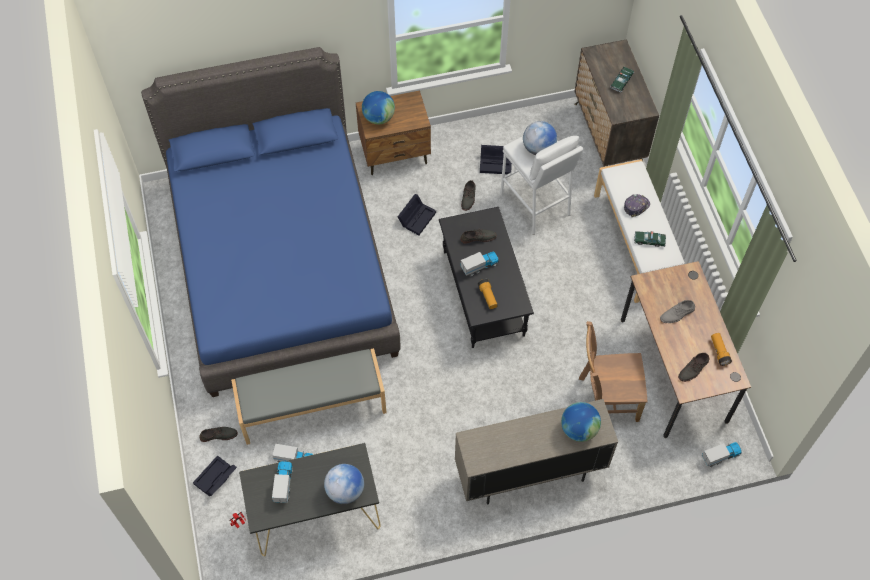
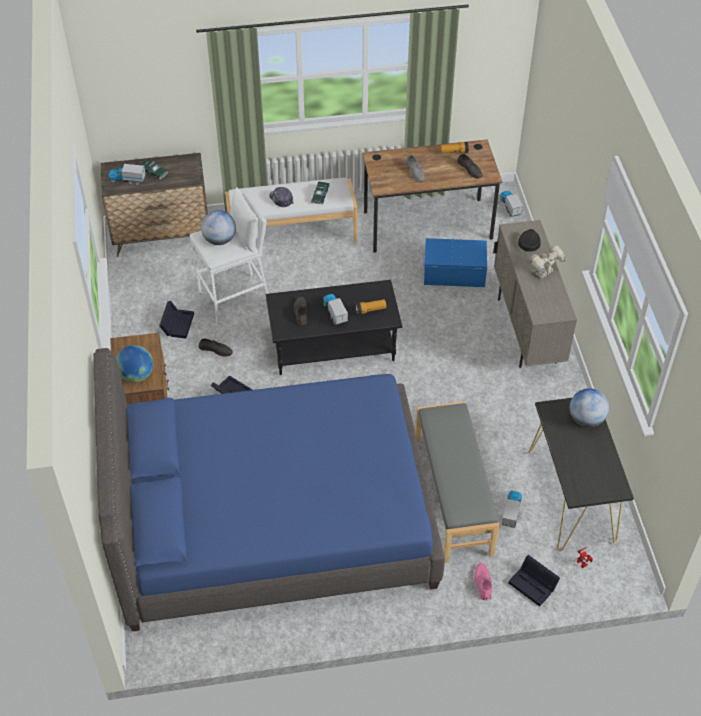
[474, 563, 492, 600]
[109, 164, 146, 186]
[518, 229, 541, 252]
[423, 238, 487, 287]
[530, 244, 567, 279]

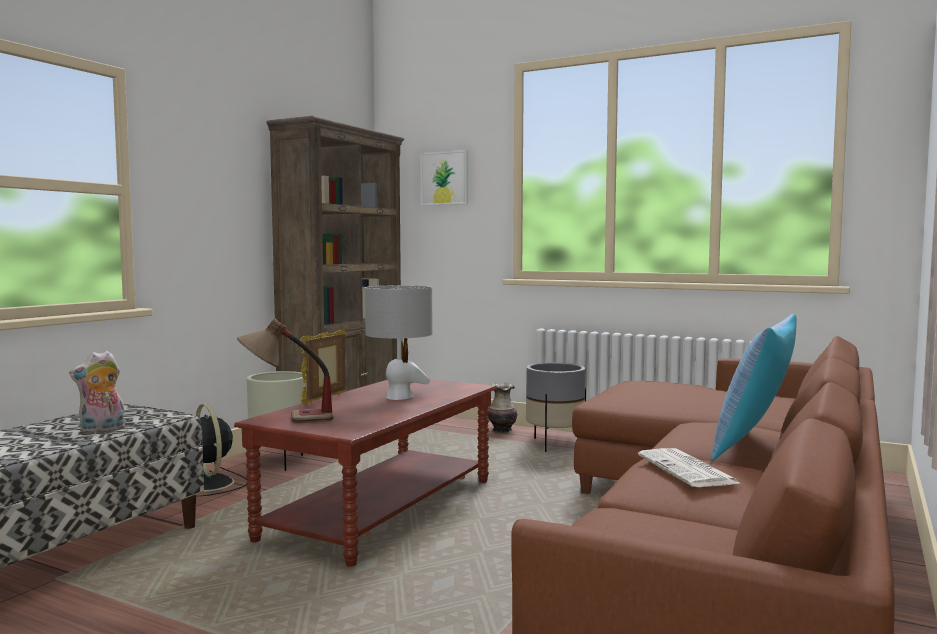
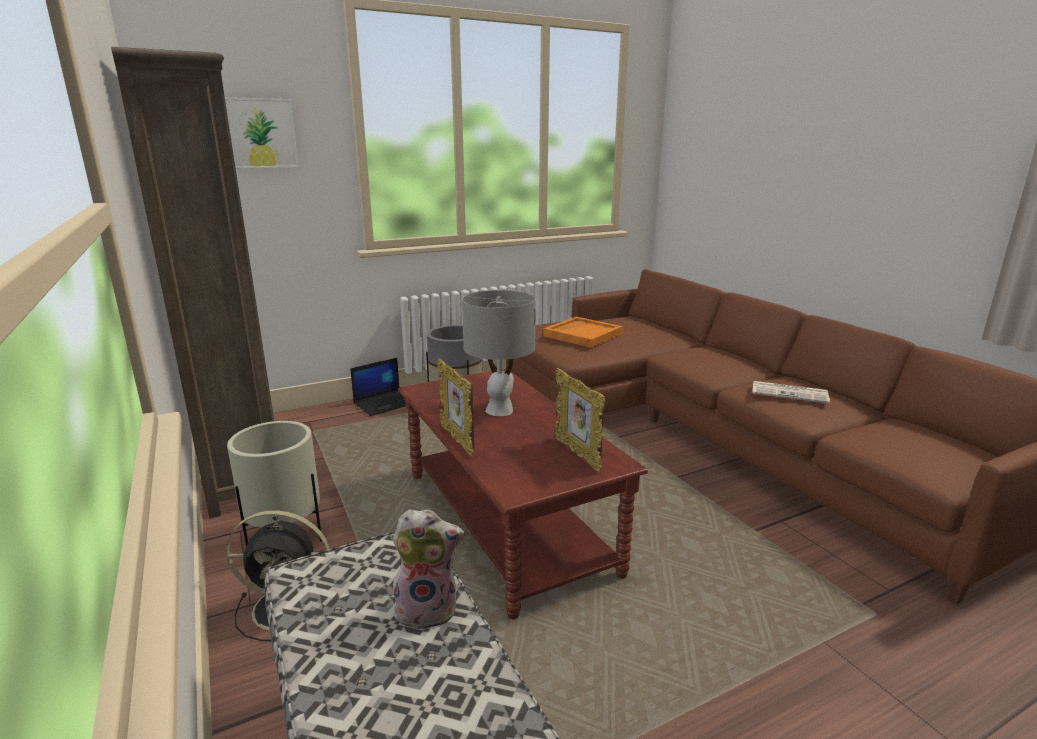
[393, 509, 465, 630]
[237, 319, 333, 423] (first image)
[350, 358, 406, 416]
[711, 314, 797, 461] (first image)
[543, 317, 623, 348]
[554, 368, 605, 472]

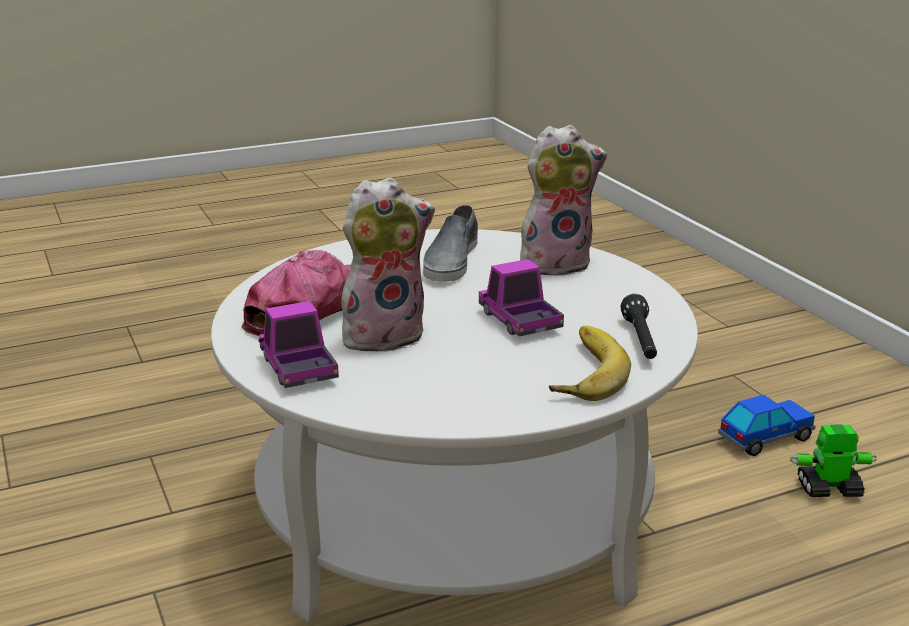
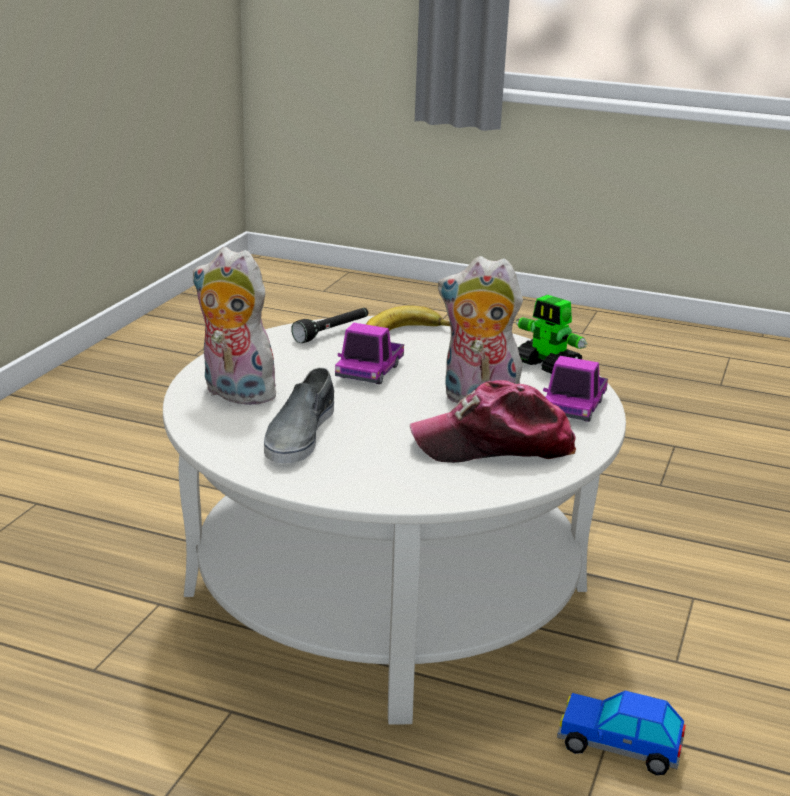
[264, 368, 334, 464]
[557, 691, 686, 775]
[516, 295, 587, 374]

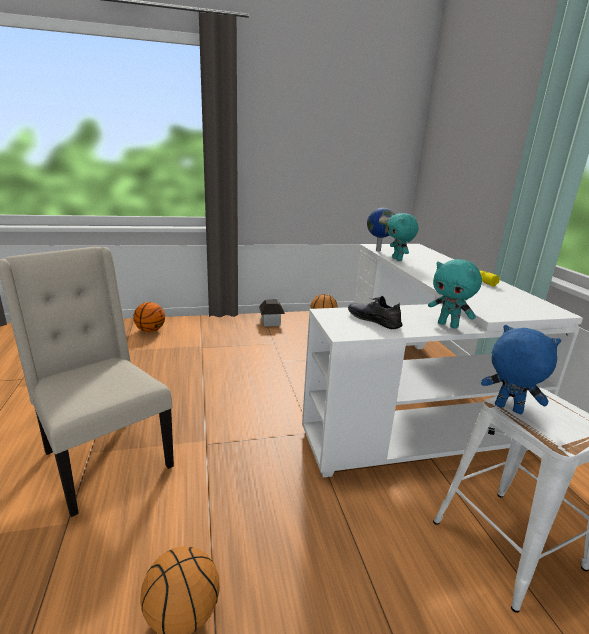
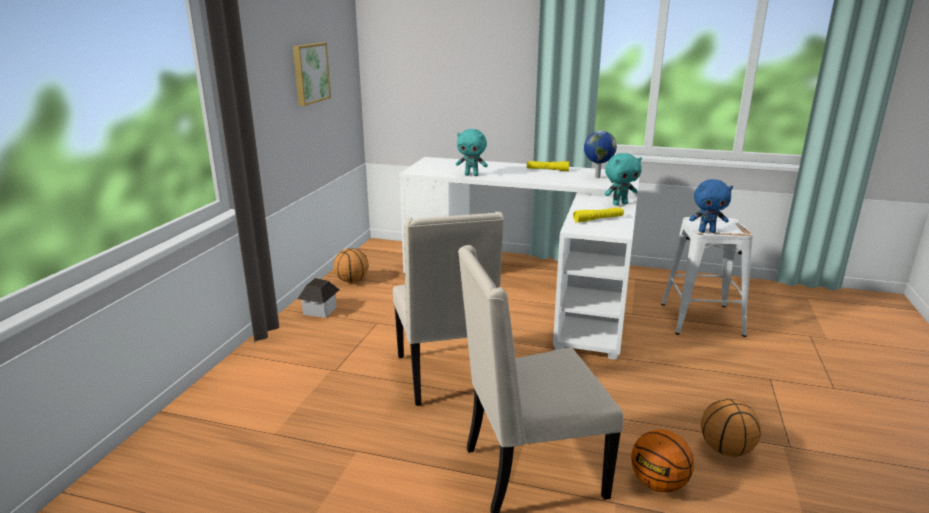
[631, 429, 694, 492]
[573, 207, 624, 223]
[584, 131, 617, 178]
[689, 179, 733, 233]
[293, 43, 331, 106]
[393, 212, 504, 406]

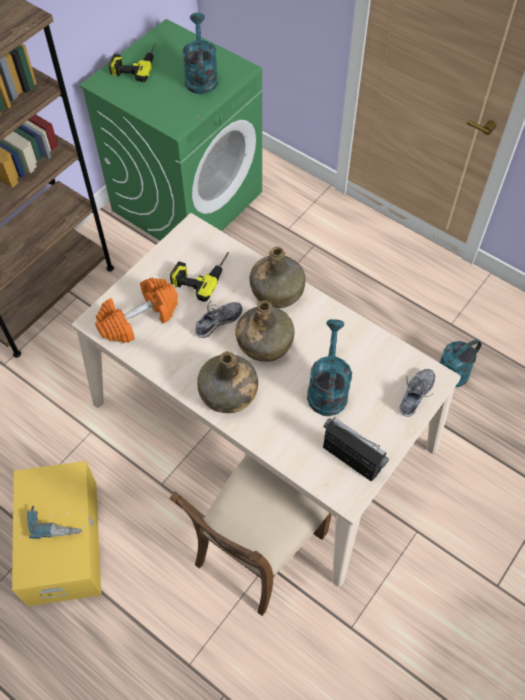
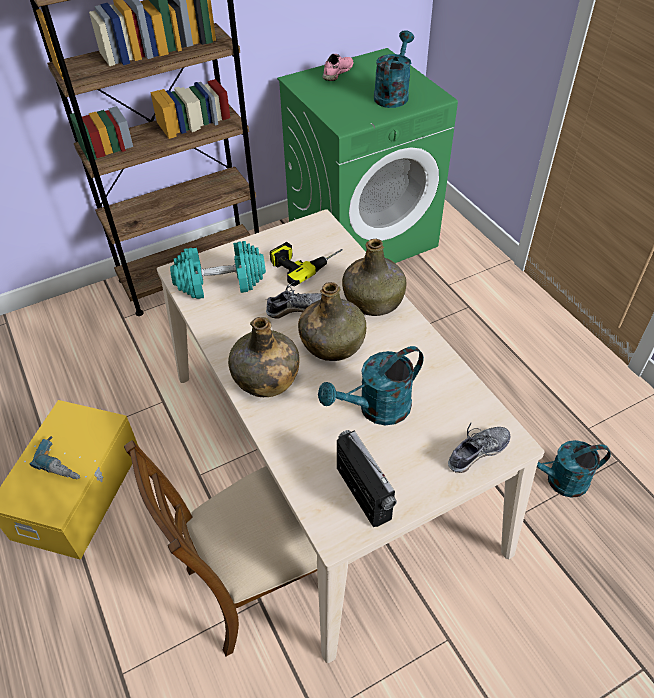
[170, 241, 266, 299]
[322, 54, 353, 81]
[318, 346, 424, 425]

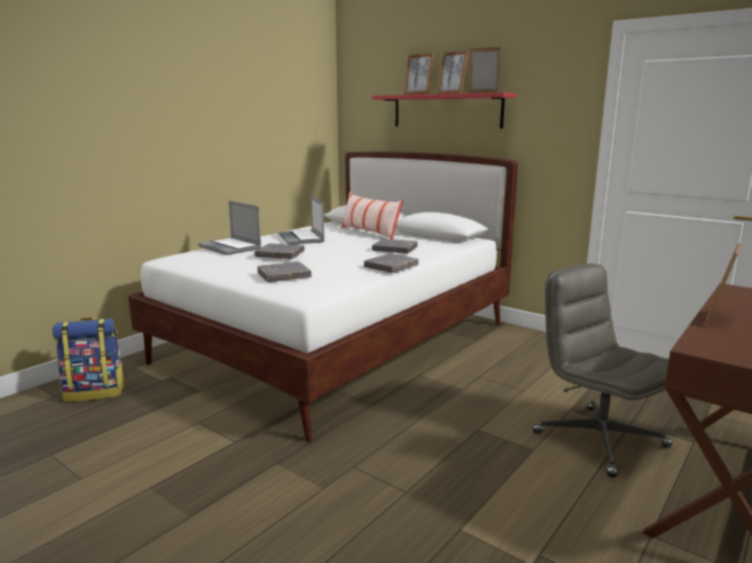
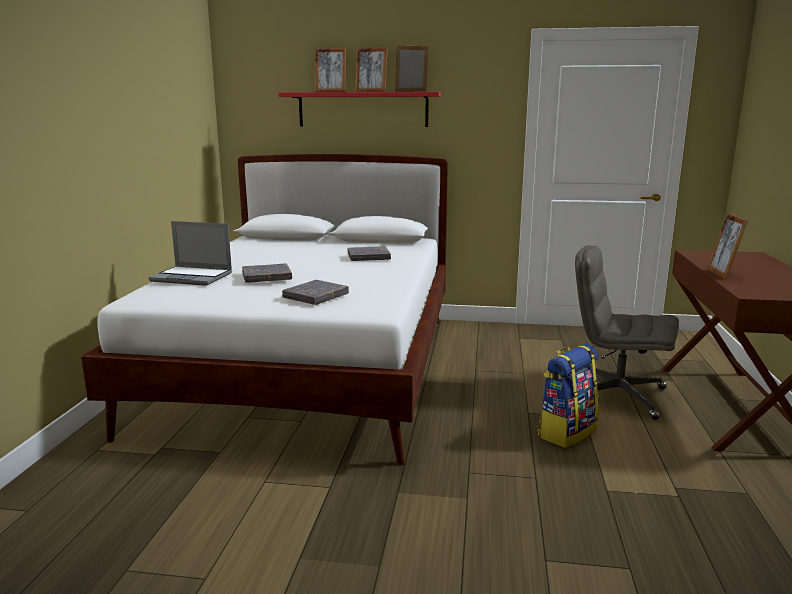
[537, 344, 599, 448]
[278, 196, 325, 245] (first image)
[340, 192, 403, 239] (first image)
[364, 253, 419, 273] (first image)

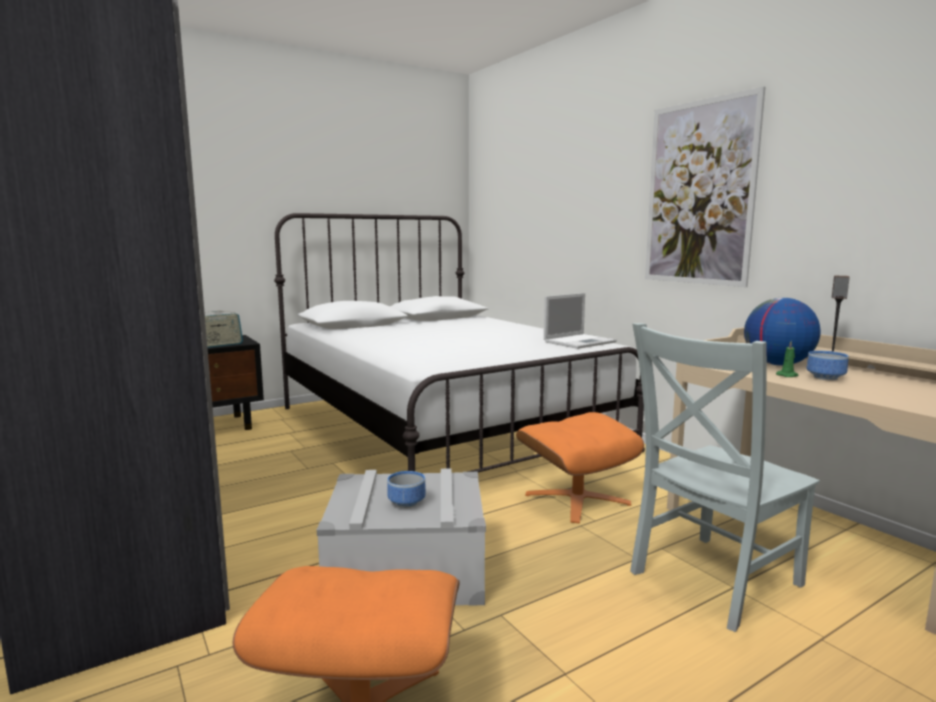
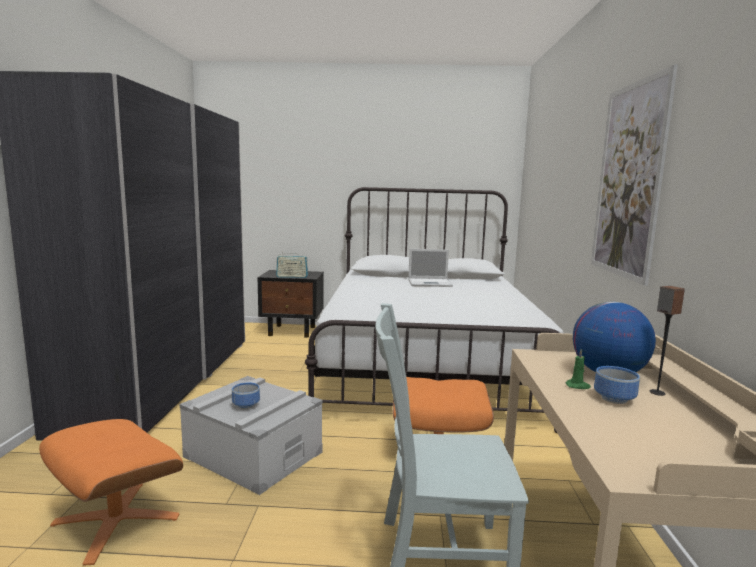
[408, 249, 453, 287]

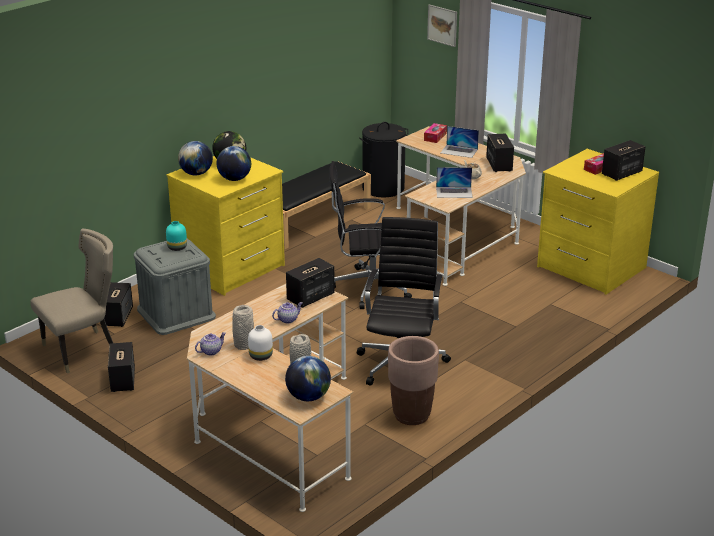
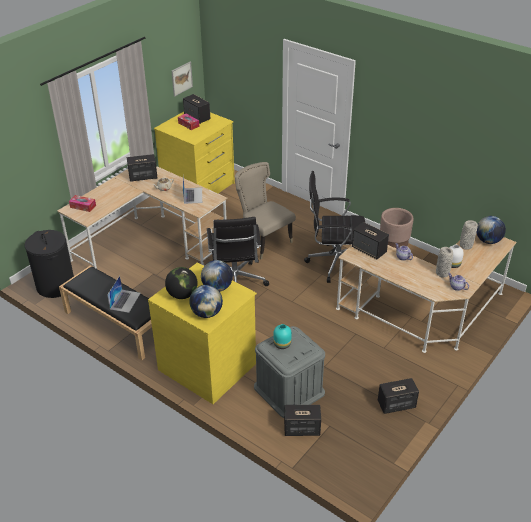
[235, 162, 296, 259]
[172, 62, 193, 97]
[107, 276, 140, 313]

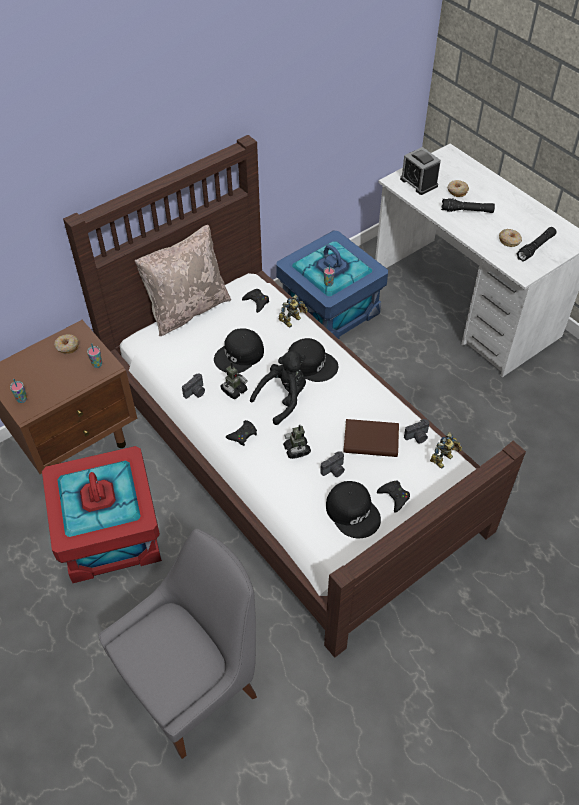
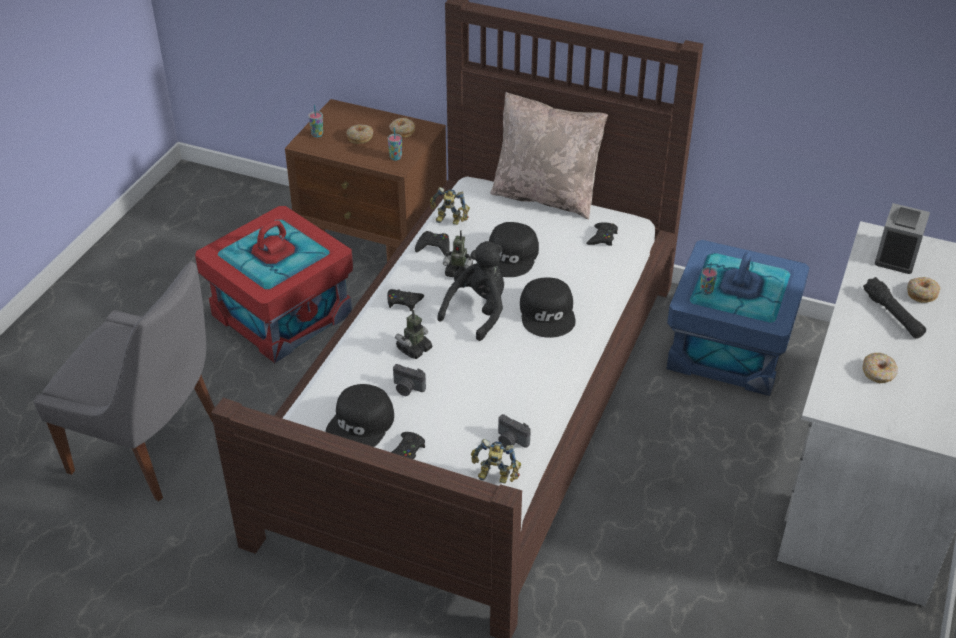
[415, 231, 450, 256]
[489, 222, 539, 277]
[438, 241, 504, 341]
[430, 187, 470, 225]
[343, 419, 399, 457] (first image)
[516, 227, 556, 262] (first image)
[346, 124, 373, 144]

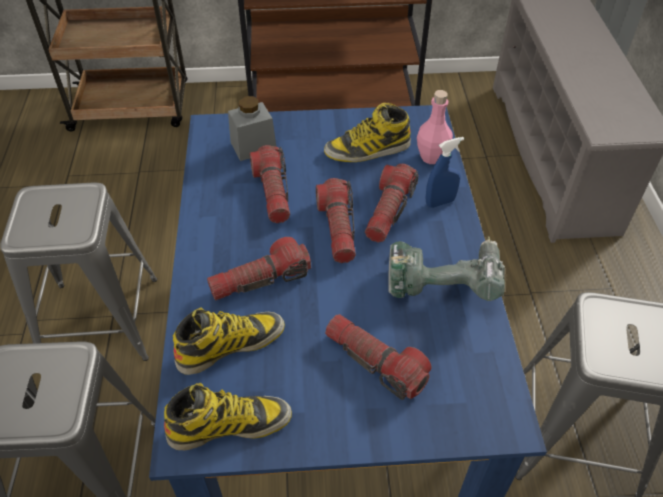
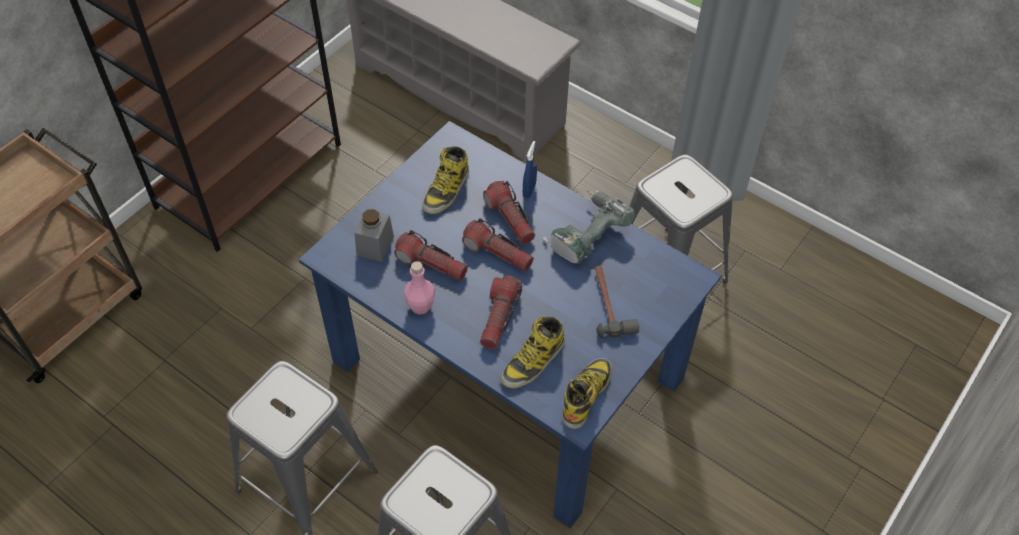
[500, 317, 564, 388]
[595, 266, 639, 338]
[404, 261, 435, 315]

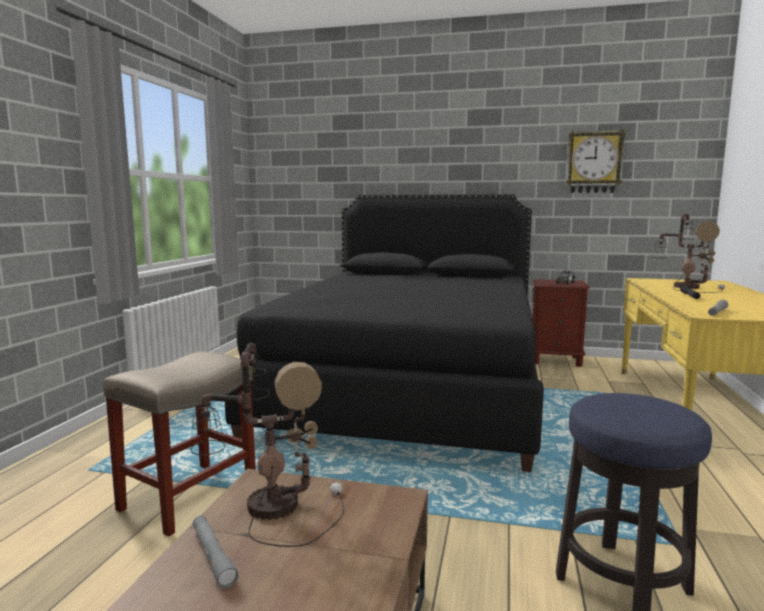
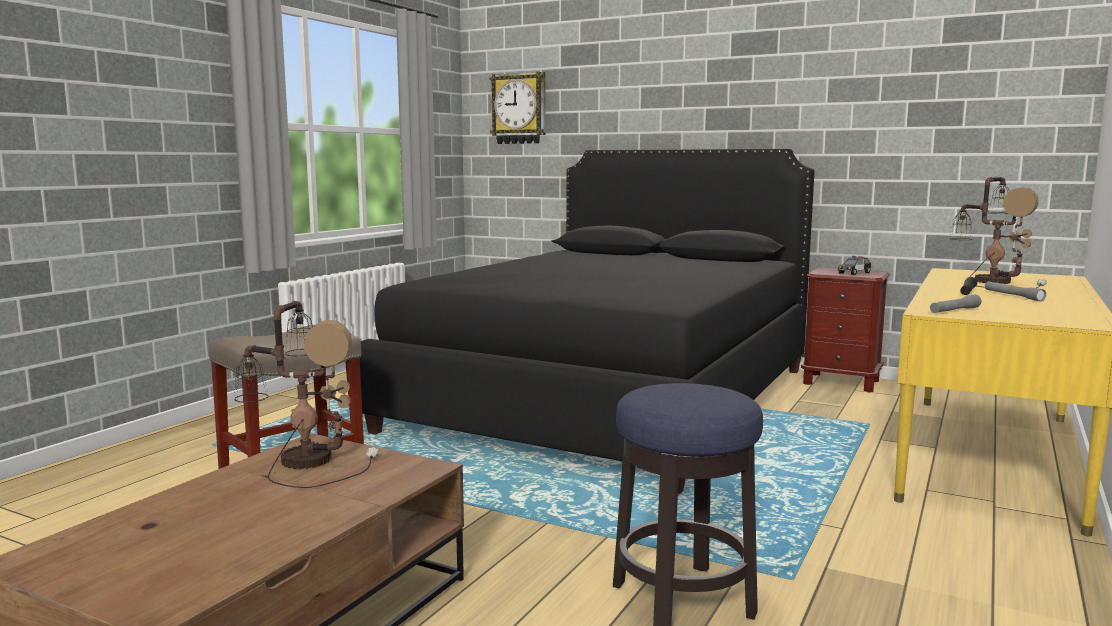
[985, 281, 1046, 302]
[490, 72, 546, 144]

